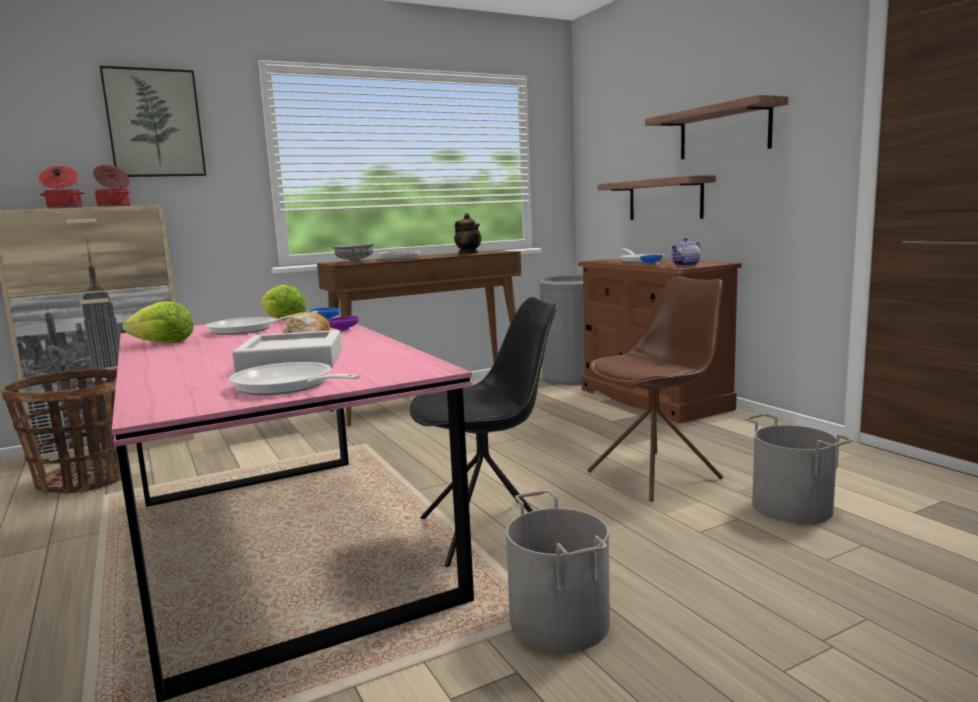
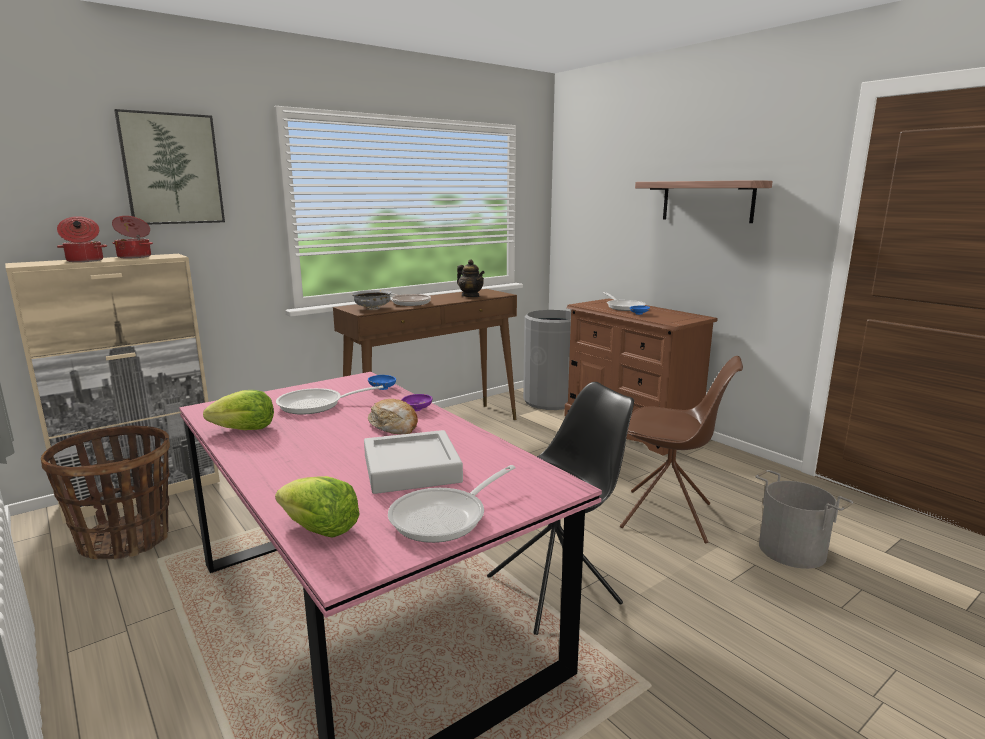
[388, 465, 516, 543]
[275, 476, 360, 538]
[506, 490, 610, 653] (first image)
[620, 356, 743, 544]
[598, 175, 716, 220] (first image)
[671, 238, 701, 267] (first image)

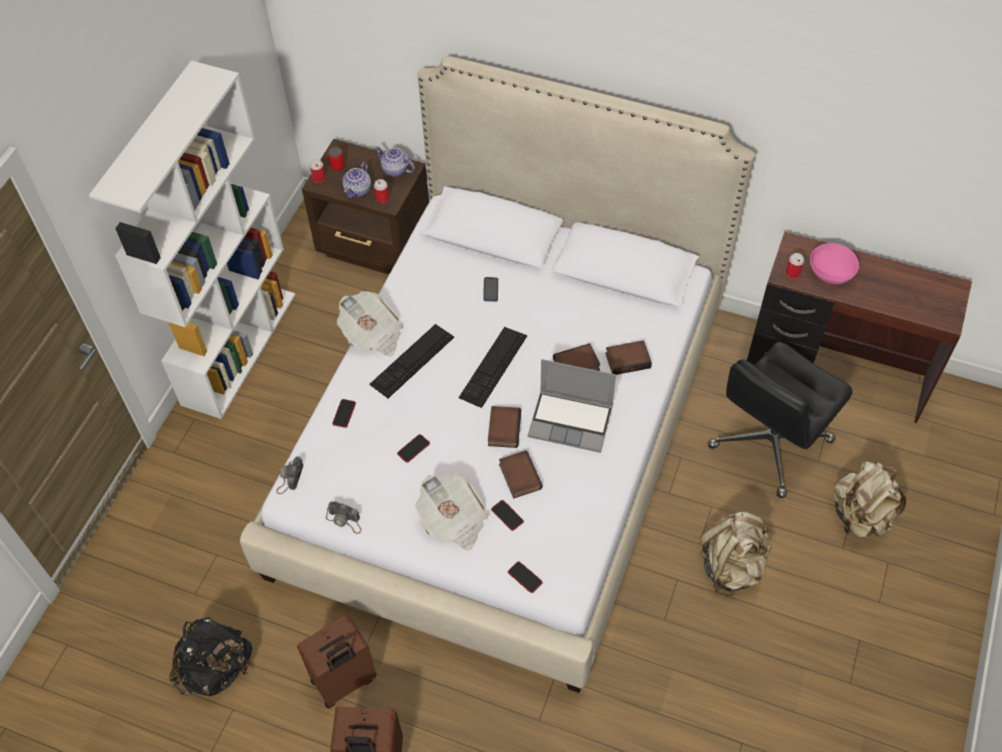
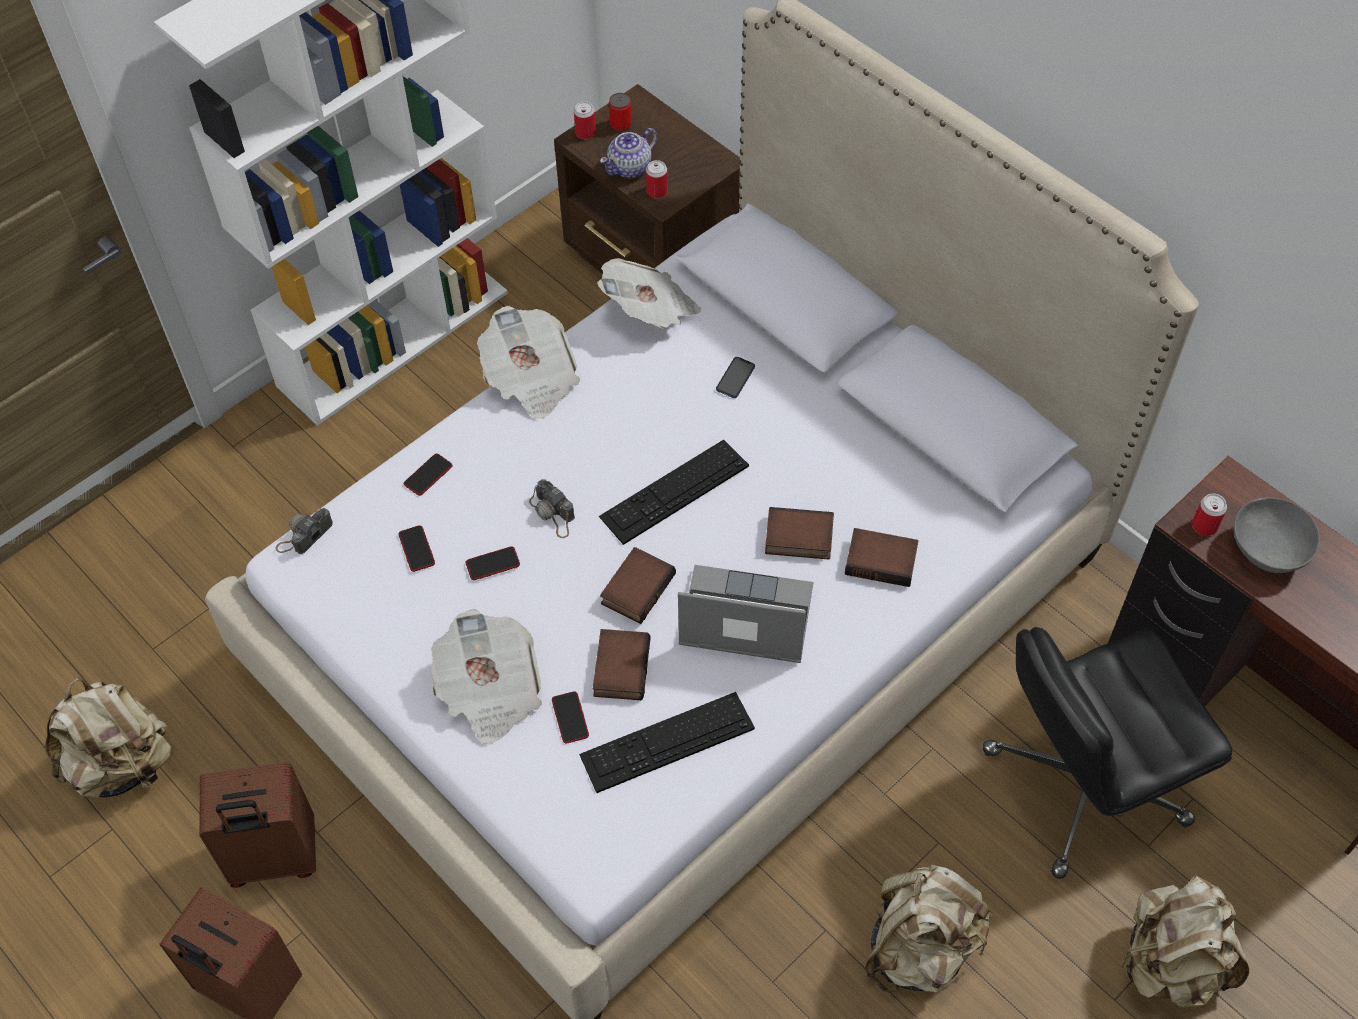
[45, 677, 171, 798]
[529, 479, 575, 538]
[579, 692, 755, 793]
[374, 146, 415, 177] (first image)
[399, 525, 435, 572]
[678, 565, 813, 663]
[1234, 497, 1320, 573]
[597, 258, 701, 329]

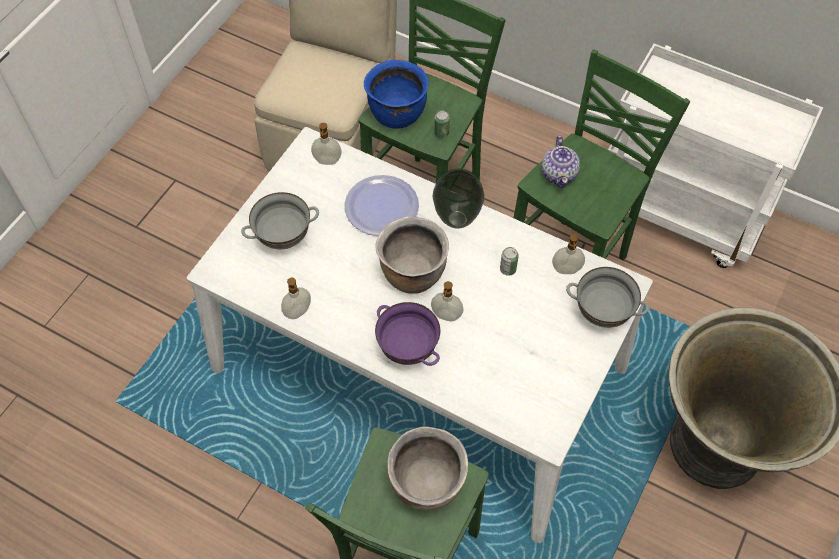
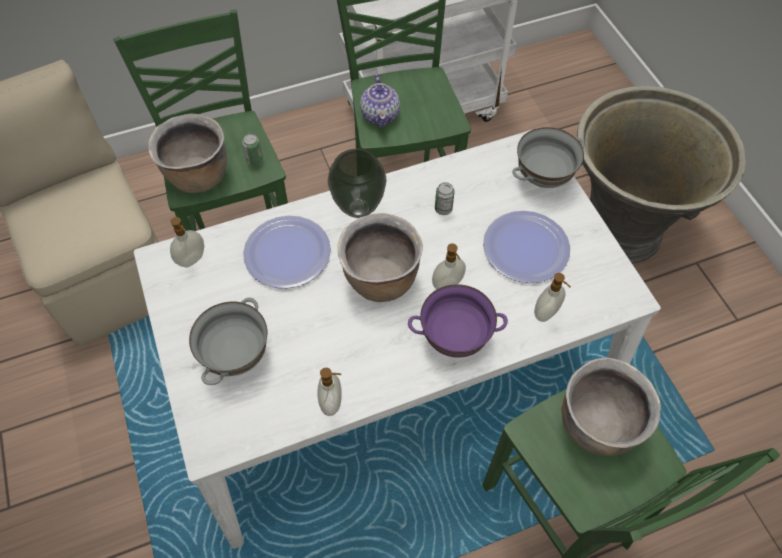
[148, 113, 227, 193]
[360, 74, 400, 128]
[534, 273, 571, 322]
[483, 211, 570, 283]

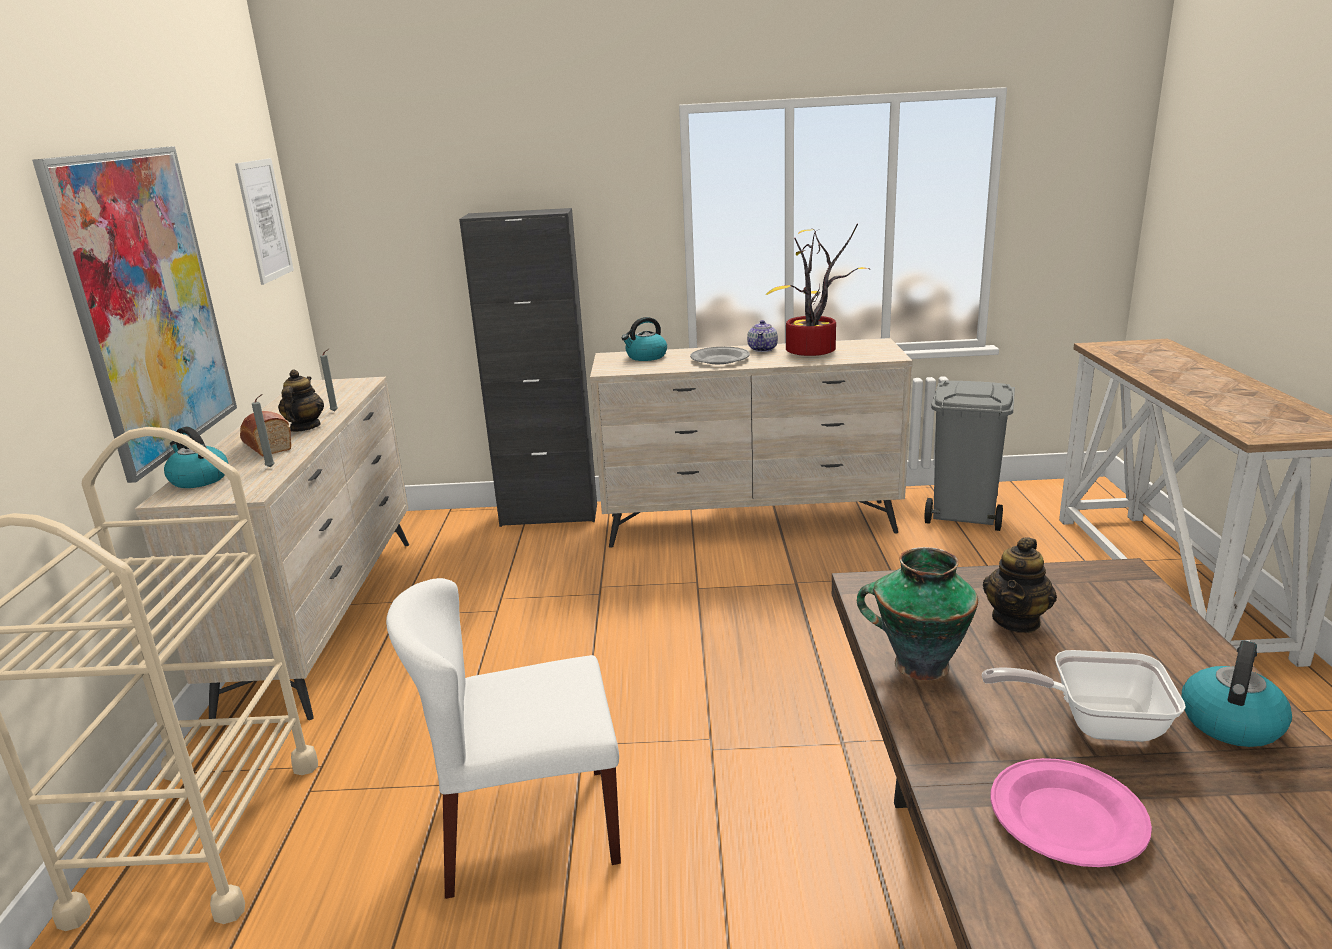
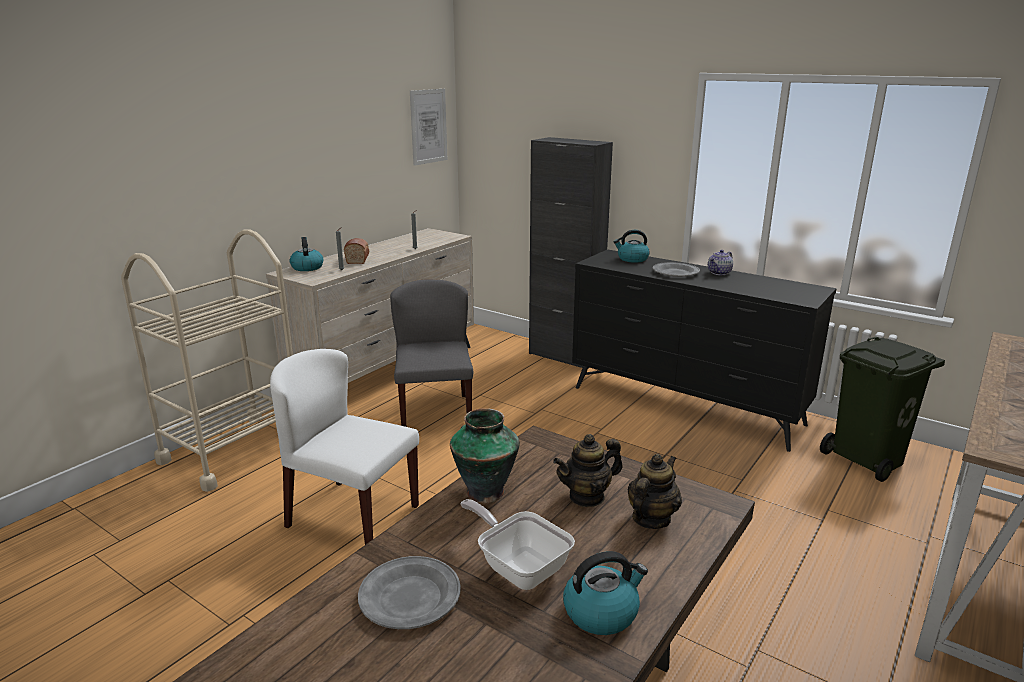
[32, 146, 237, 483] (first image)
[627, 454, 682, 529]
[572, 249, 837, 452]
[765, 224, 869, 356] (first image)
[820, 337, 945, 482]
[358, 556, 461, 629]
[390, 280, 473, 427]

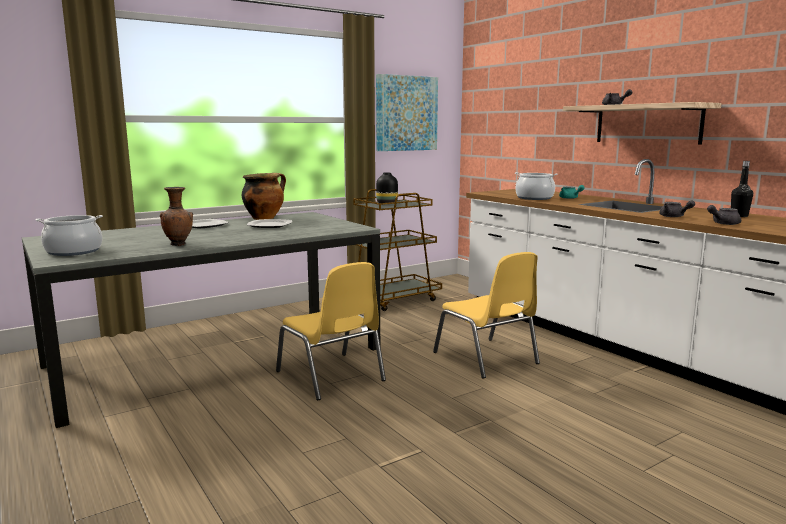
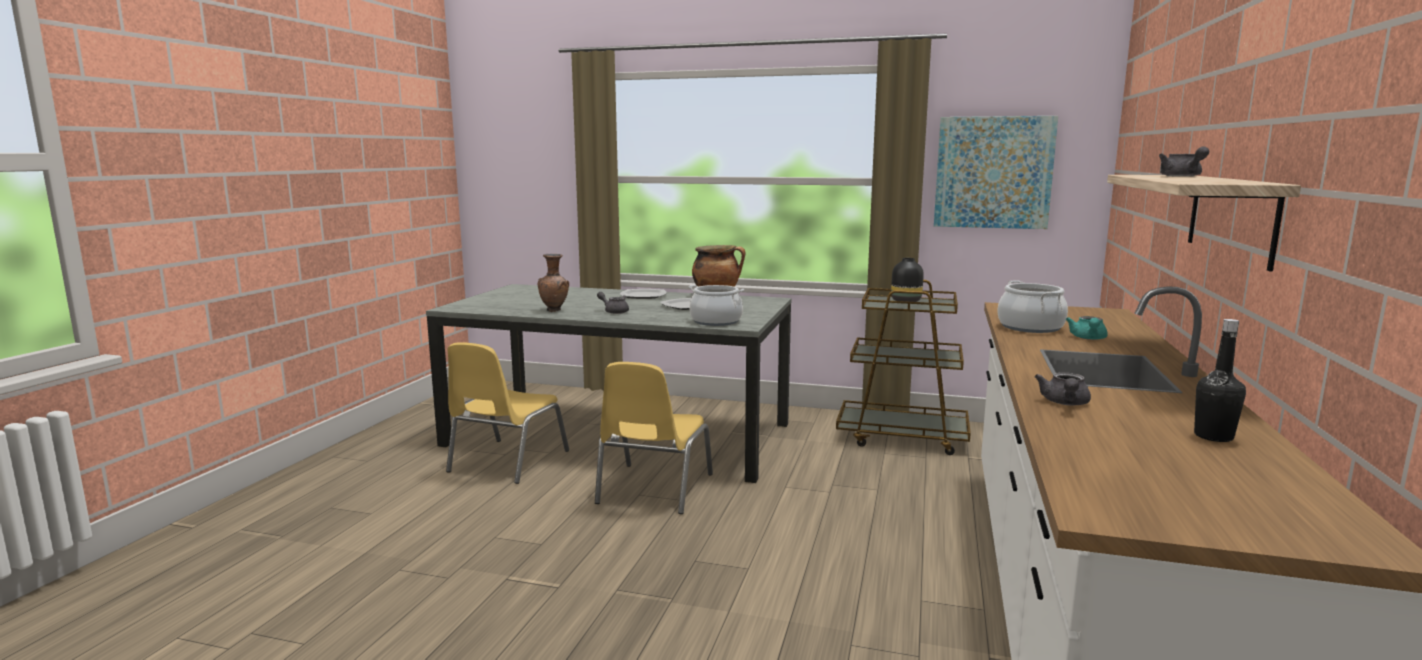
[689, 285, 744, 326]
[446, 342, 569, 484]
[597, 292, 629, 314]

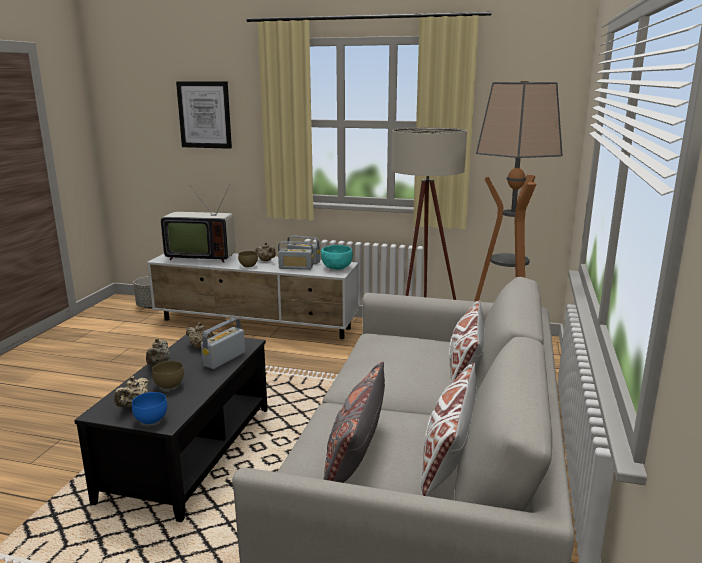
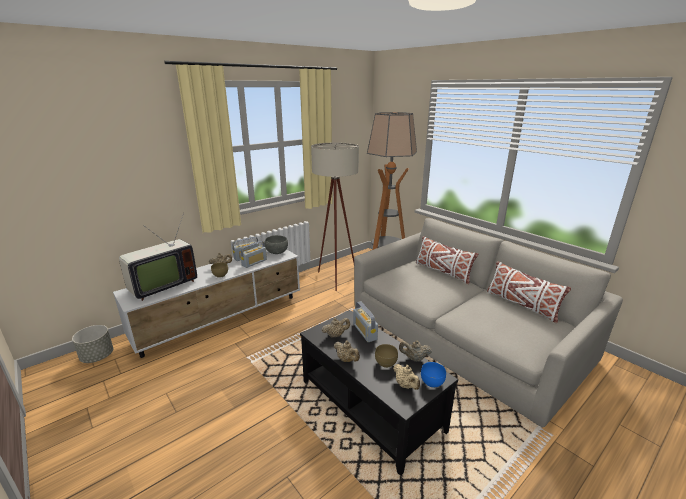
[176, 81, 232, 149] (first image)
[264, 235, 288, 254]
[323, 361, 385, 483] (first image)
[399, 340, 432, 362]

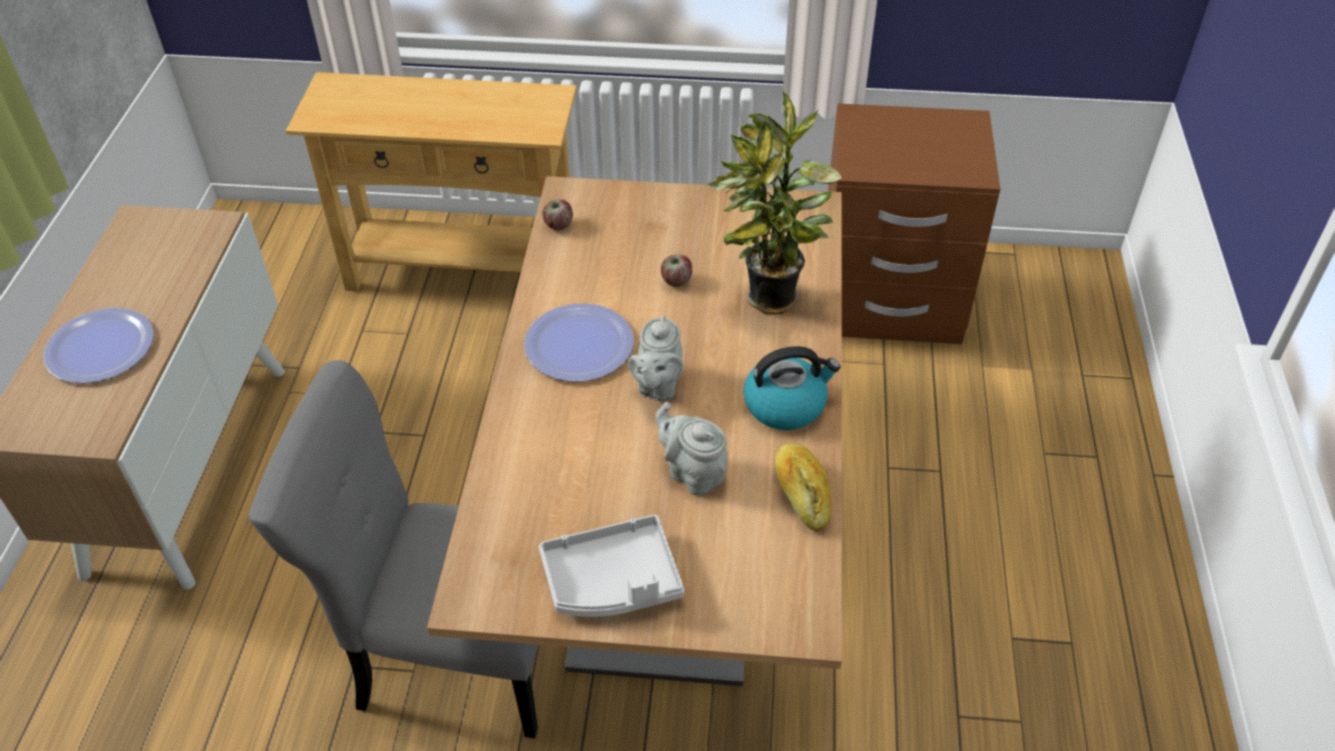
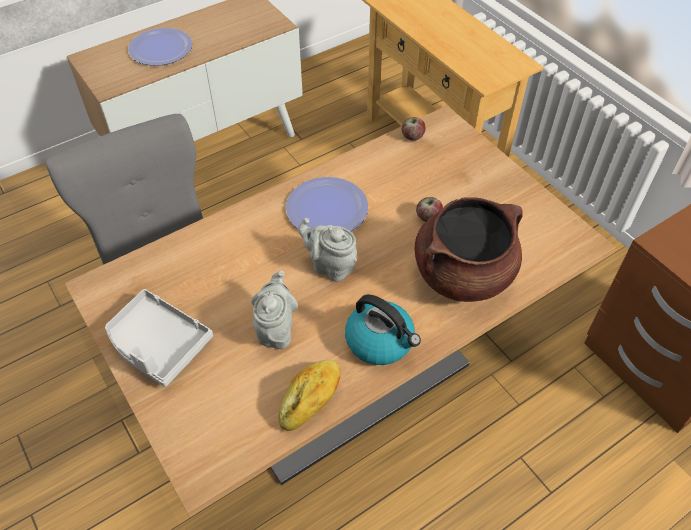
[298, 218, 357, 282]
[415, 197, 523, 302]

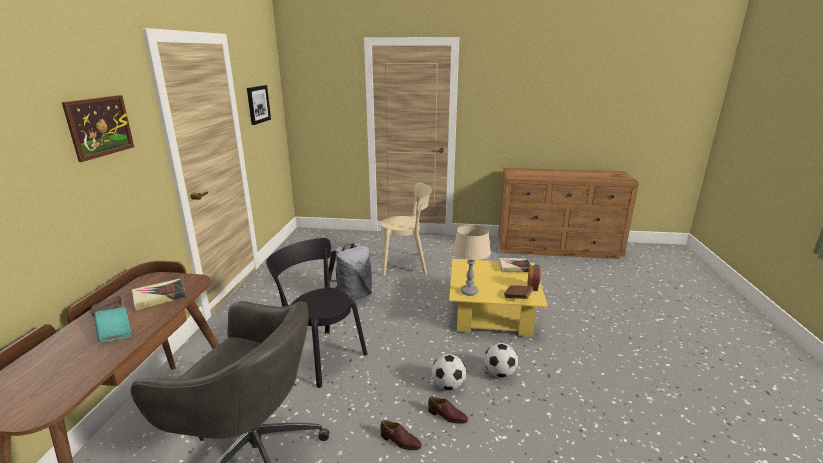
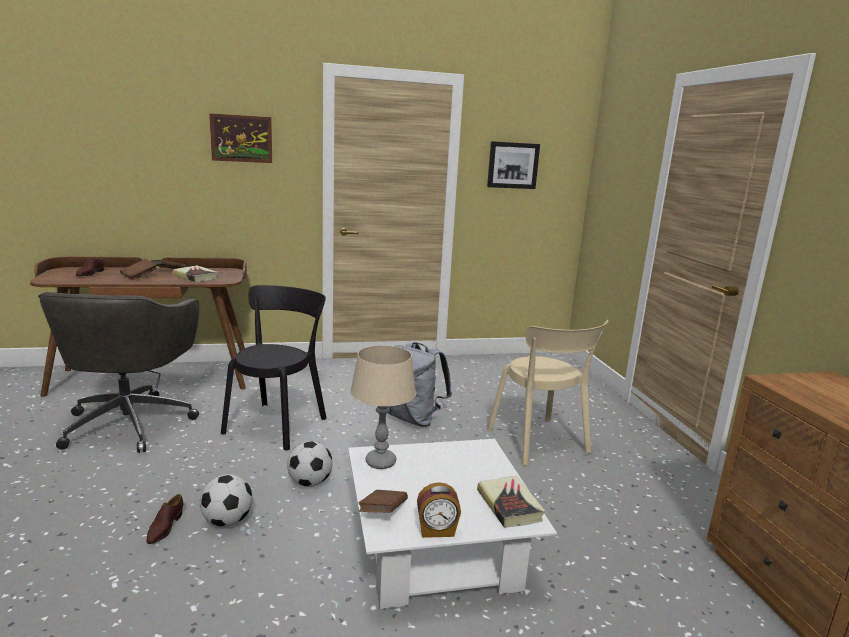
[120, 259, 157, 280]
[76, 256, 105, 276]
[348, 439, 557, 610]
[287, 441, 333, 487]

